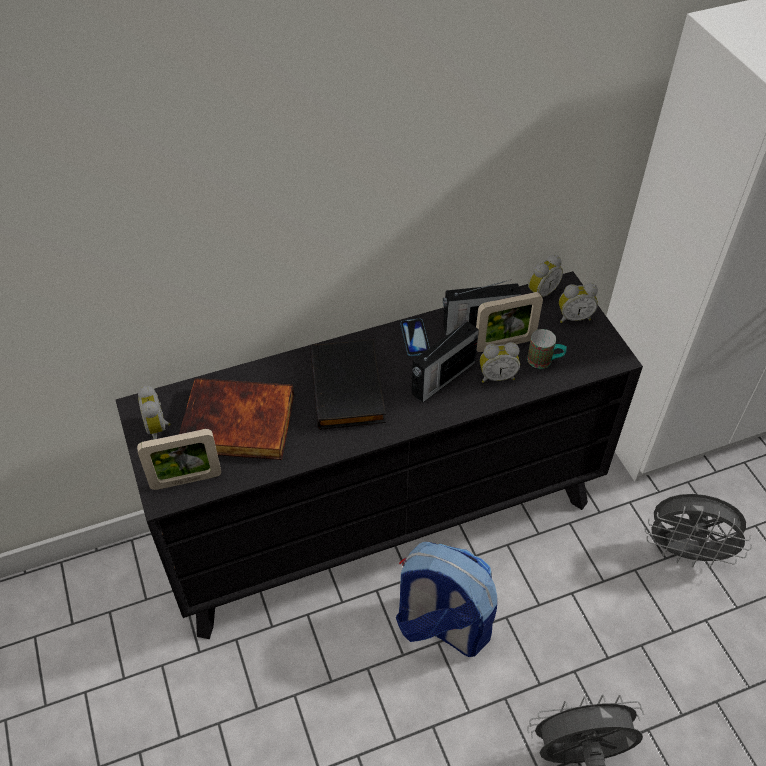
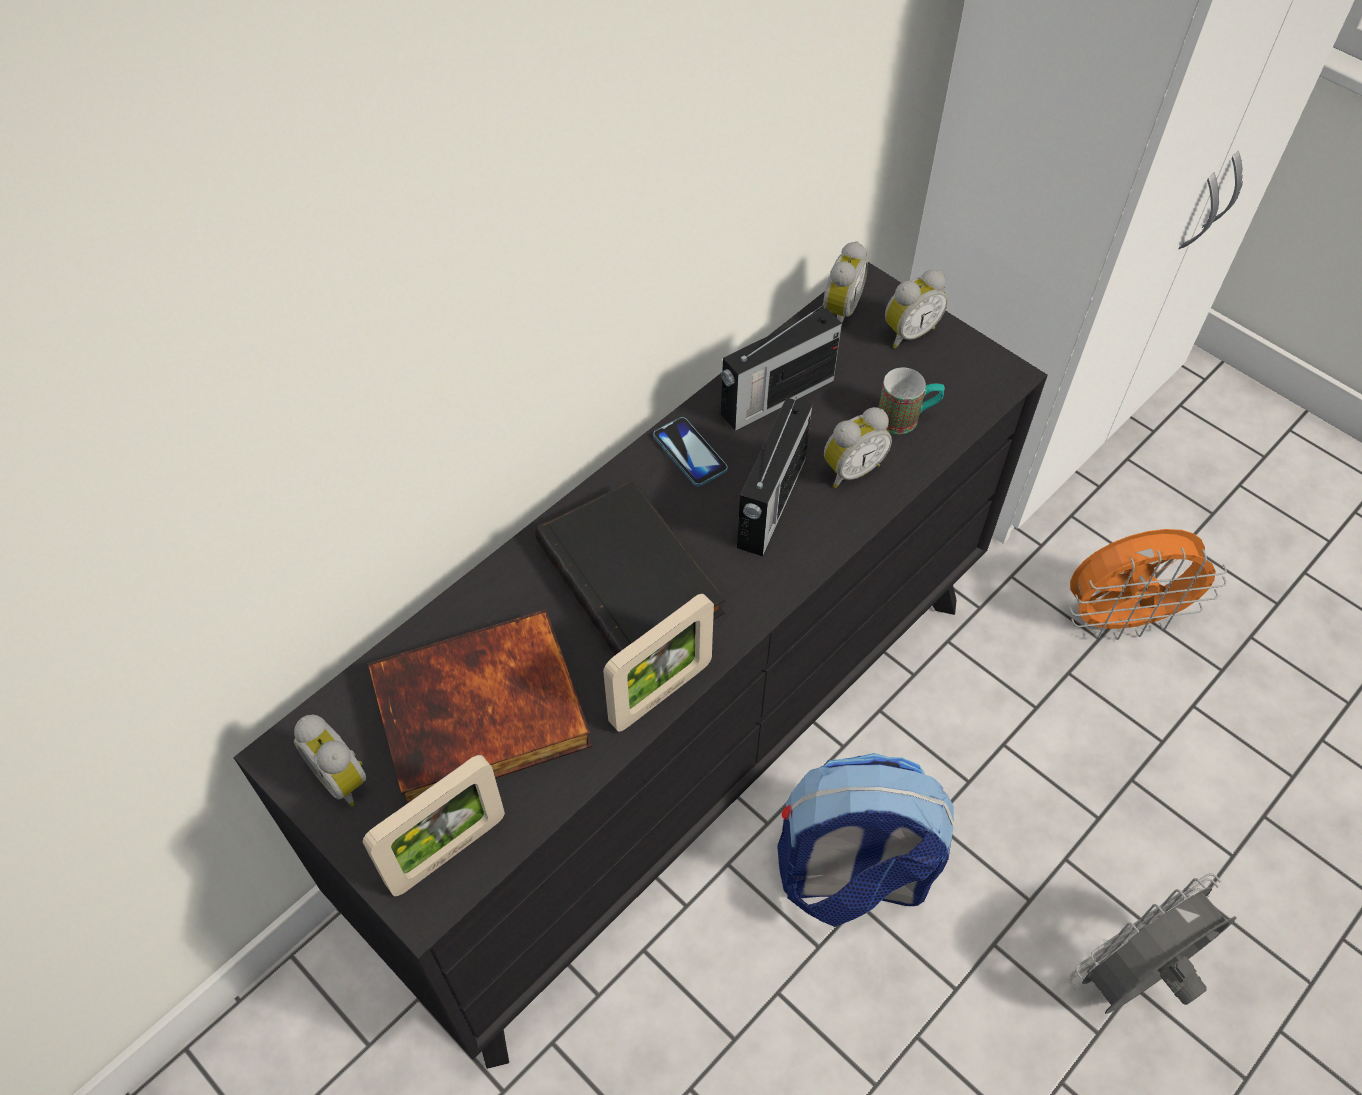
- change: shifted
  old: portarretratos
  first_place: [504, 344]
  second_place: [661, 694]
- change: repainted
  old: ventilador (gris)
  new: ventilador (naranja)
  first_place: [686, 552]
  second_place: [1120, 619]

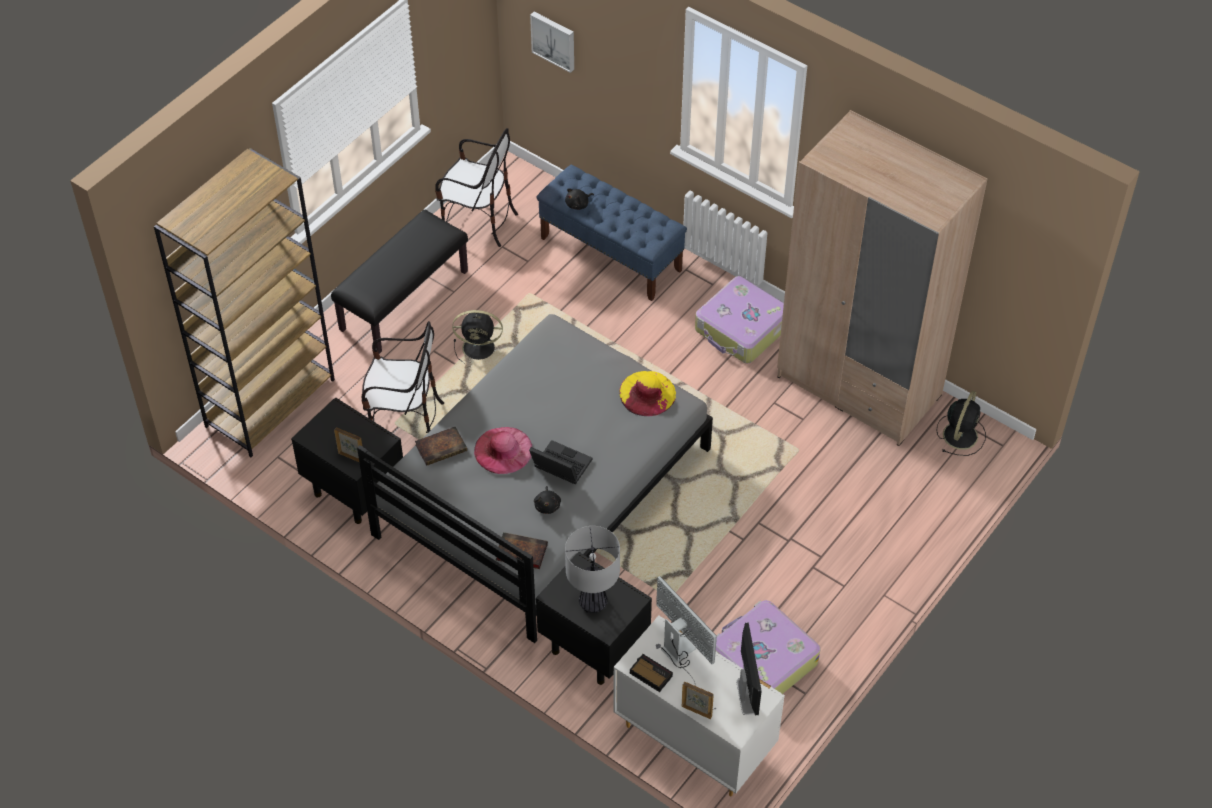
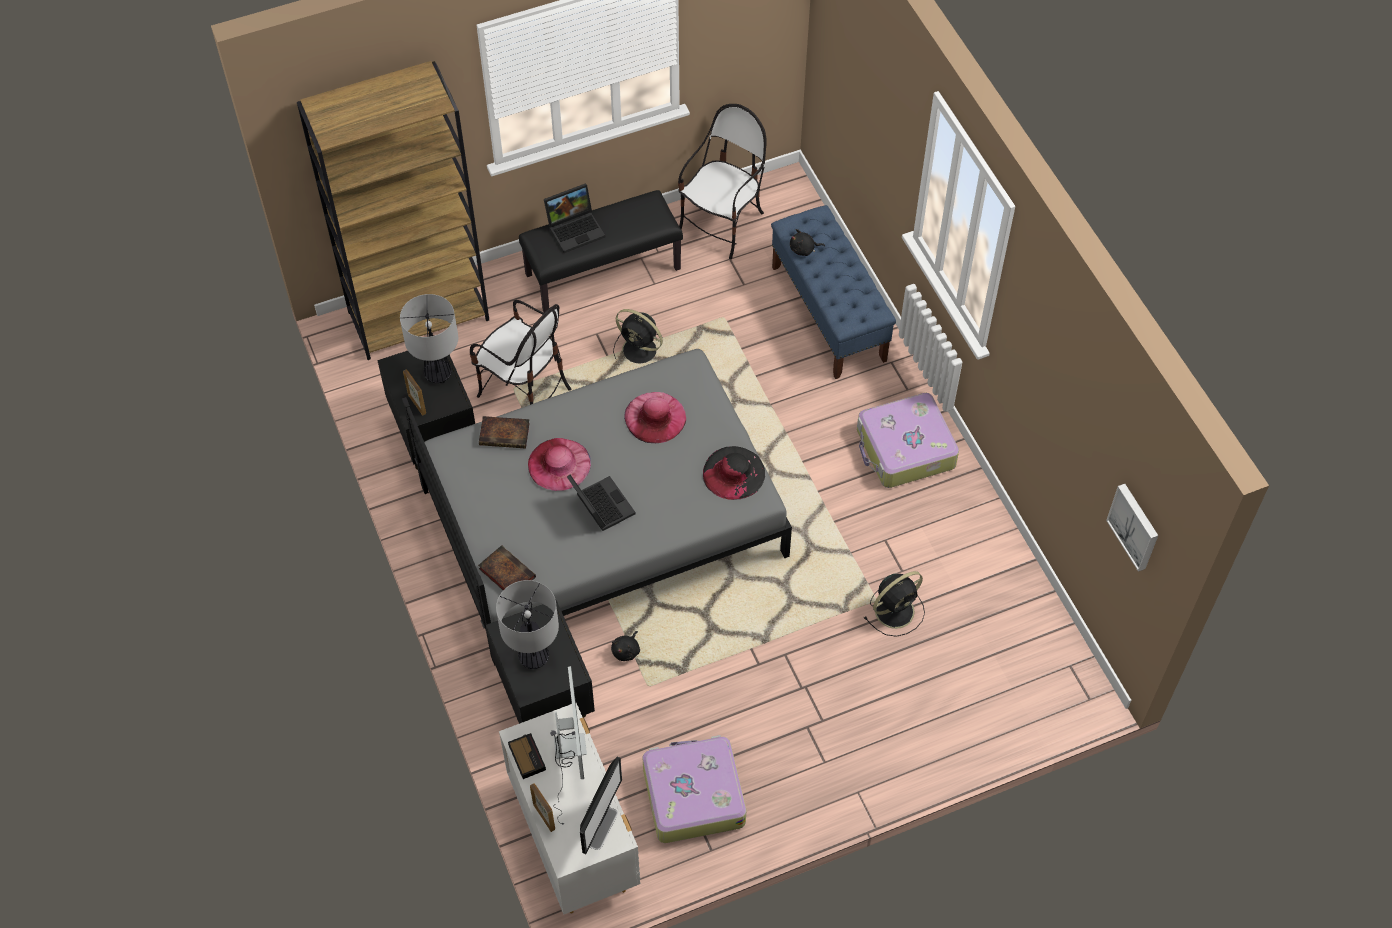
- change: gone
  old: armario ropero (beis)
  first_place: [859, 386]
- change: new
  new: lámpara de mesa
  second_place: [438, 374]
- change: new
  new: portátil
  second_place: [576, 228]
- change: new
  new: sombrero (rosa)
  second_place: [655, 417]
- change: shifted
  old: cuadro
  first_place: [554, 40]
  second_place: [1135, 526]
- change: shifted
  old: peluche (negro)
  first_place: [547, 505]
  second_place: [626, 650]
- change: shifted
  old: ventilador (negro)
  first_place: [960, 434]
  second_place: [896, 610]
- change: repainted
  old: sombrero (amarillo)
  new: sombrero (negro)
  first_place: [647, 393]
  second_place: [733, 473]
- change: rotated
  old: silla
  first_place: [477, 222]
  second_place: [723, 224]
  degrees: -105

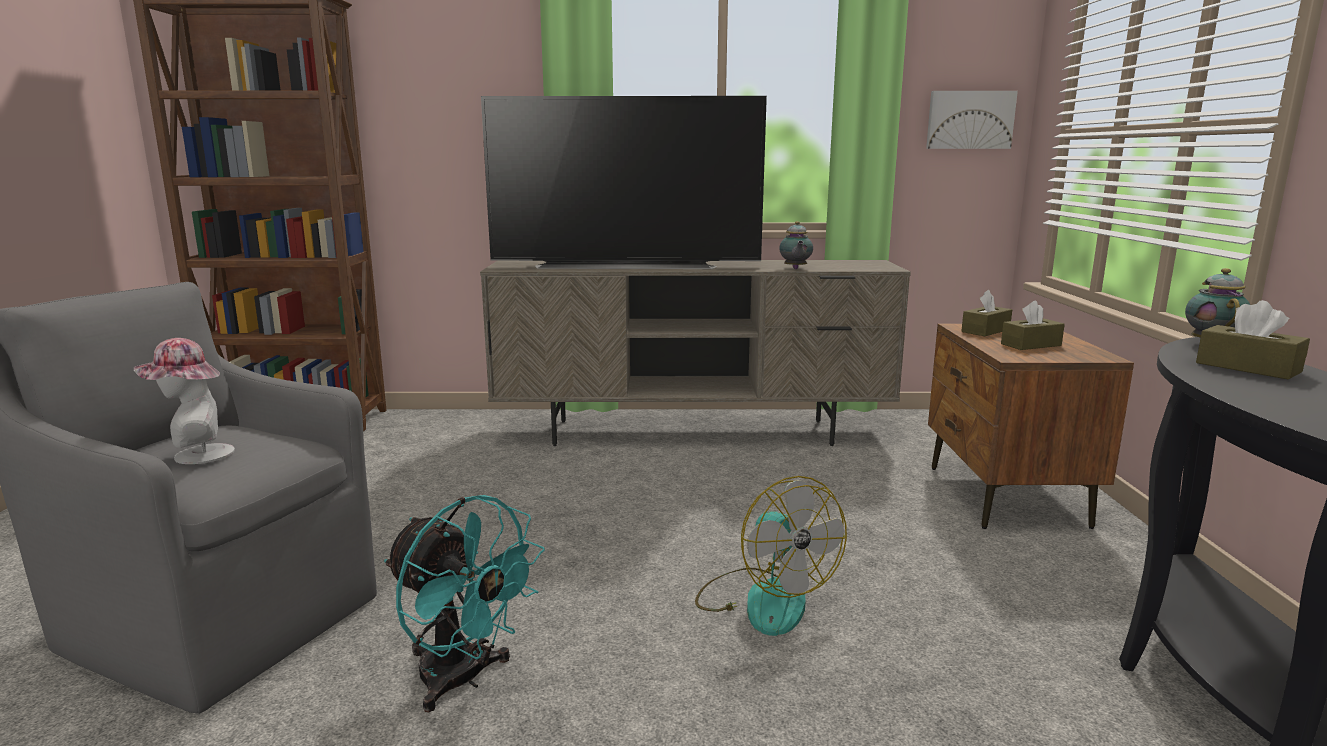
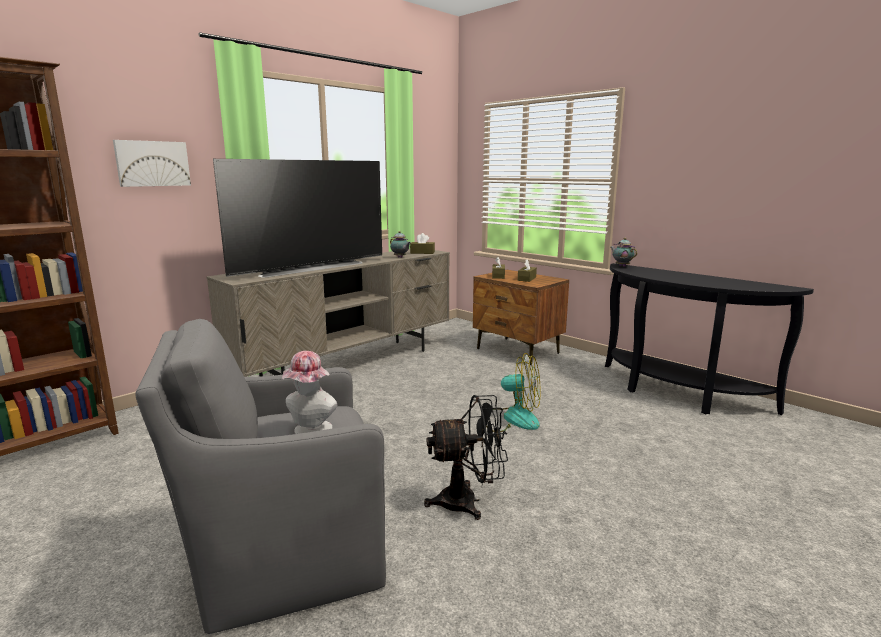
- change: shifted
  old: cuadro
  first_place: [969, 120]
  second_place: [152, 163]
- change: shifted
  old: caja de pañuelos (marrón)
  first_place: [1247, 367]
  second_place: [422, 252]
- change: repainted
  old: ventilador (turquesa)
  new: ventilador (negro)
  first_place: [463, 680]
  second_place: [468, 502]

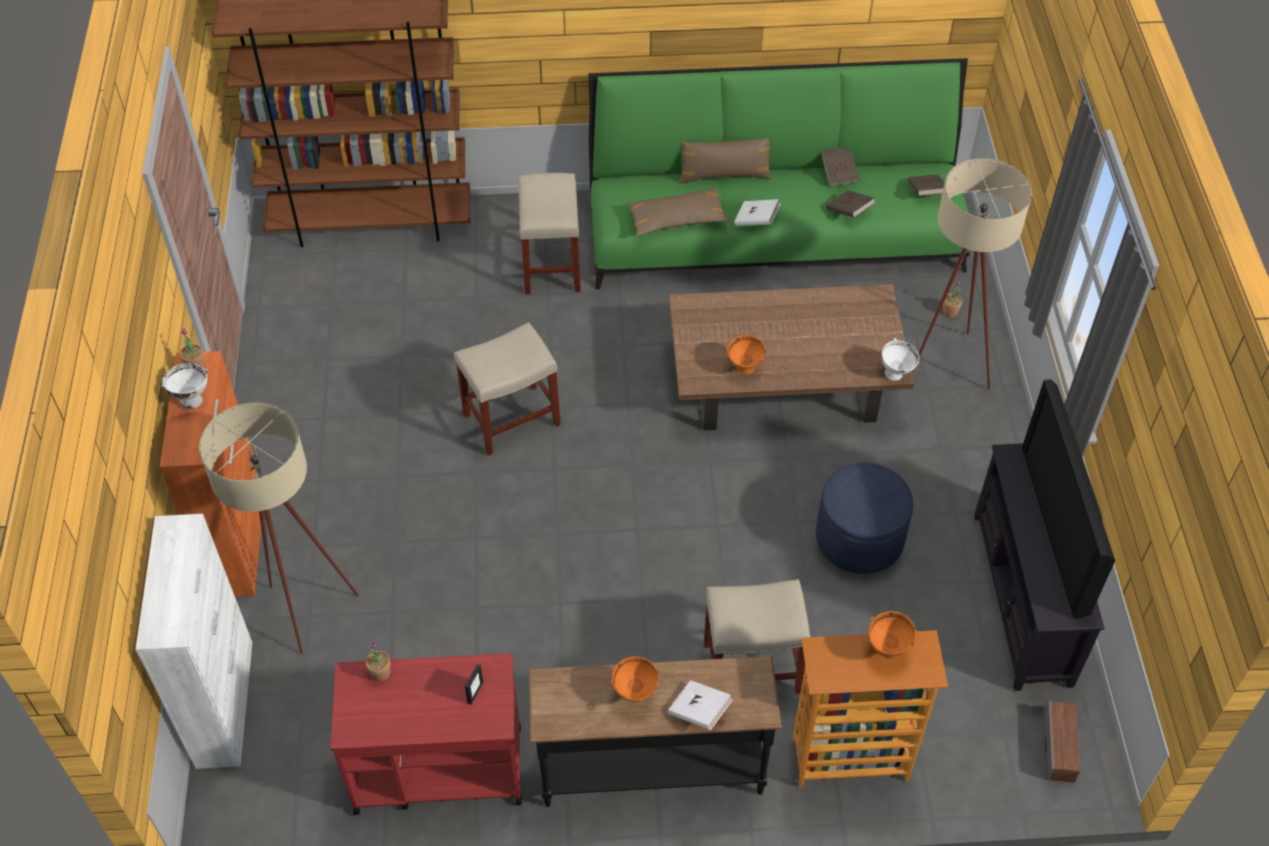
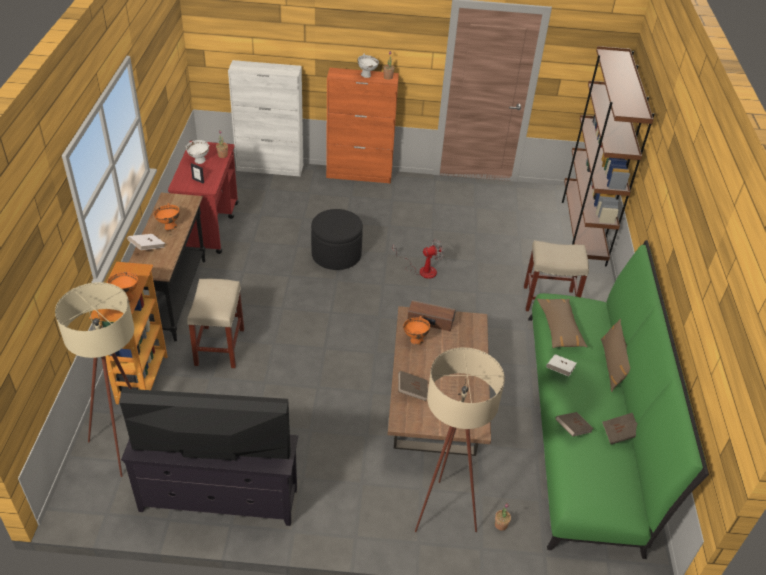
- change: gone
  old: puf (azul)
  first_place: [859, 538]
- change: new
  new: puf (negro)
  second_place: [336, 255]
- change: shifted
  old: lámpara de pie (beis)
  first_place: [302, 605]
  second_place: [127, 443]
- change: shifted
  old: cuenco (blanco)
  first_place: [896, 373]
  second_place: [199, 161]
- change: shifted
  old: libro (marrón)
  first_place: [926, 192]
  second_place: [412, 391]
- change: shifted
  old: altavoz
  first_place: [1059, 747]
  second_place: [430, 321]
- change: swapped
  old: taburete (beis)
  new: ventilador
  first_place: [510, 420]
  second_place: [422, 270]

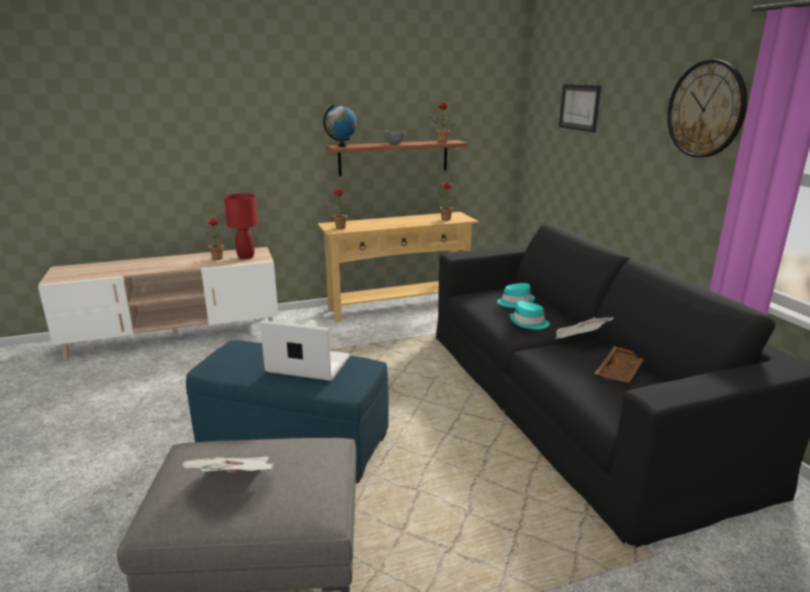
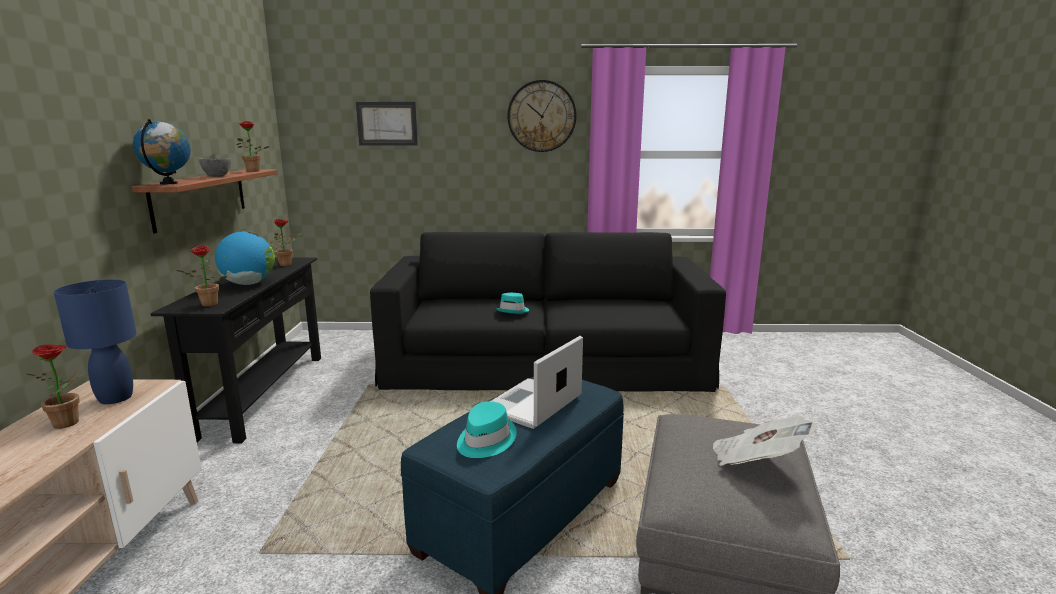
- change: gone
  old: periódico
  first_place: [580, 340]
- change: gone
  old: bandeja (marrón)
  first_place: [621, 372]
- change: new
  new: globo terráqueo
  second_place: [248, 284]
- change: shifted
  old: sombrero (turquesa)
  first_place: [516, 302]
  second_place: [485, 440]
- change: repainted
  old: lámpara de mesa (rojo)
  new: lámpara de mesa (azul)
  first_place: [246, 257]
  second_place: [115, 398]
- change: repainted
  old: mesa consola (beis)
  new: mesa consola (negro)
  first_place: [398, 306]
  second_place: [263, 394]

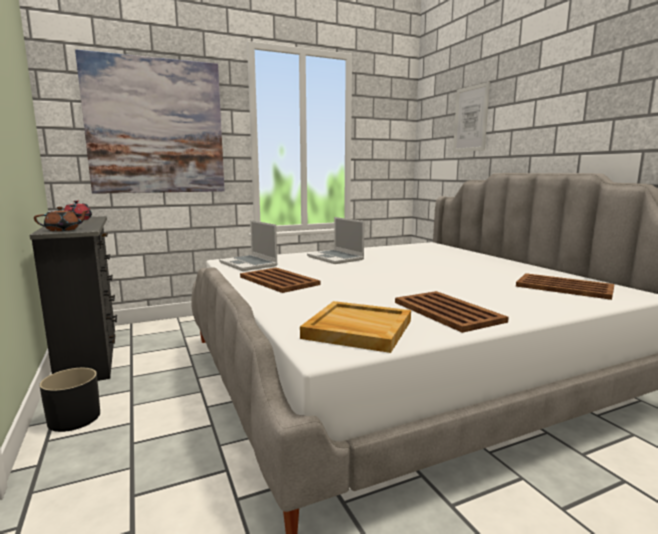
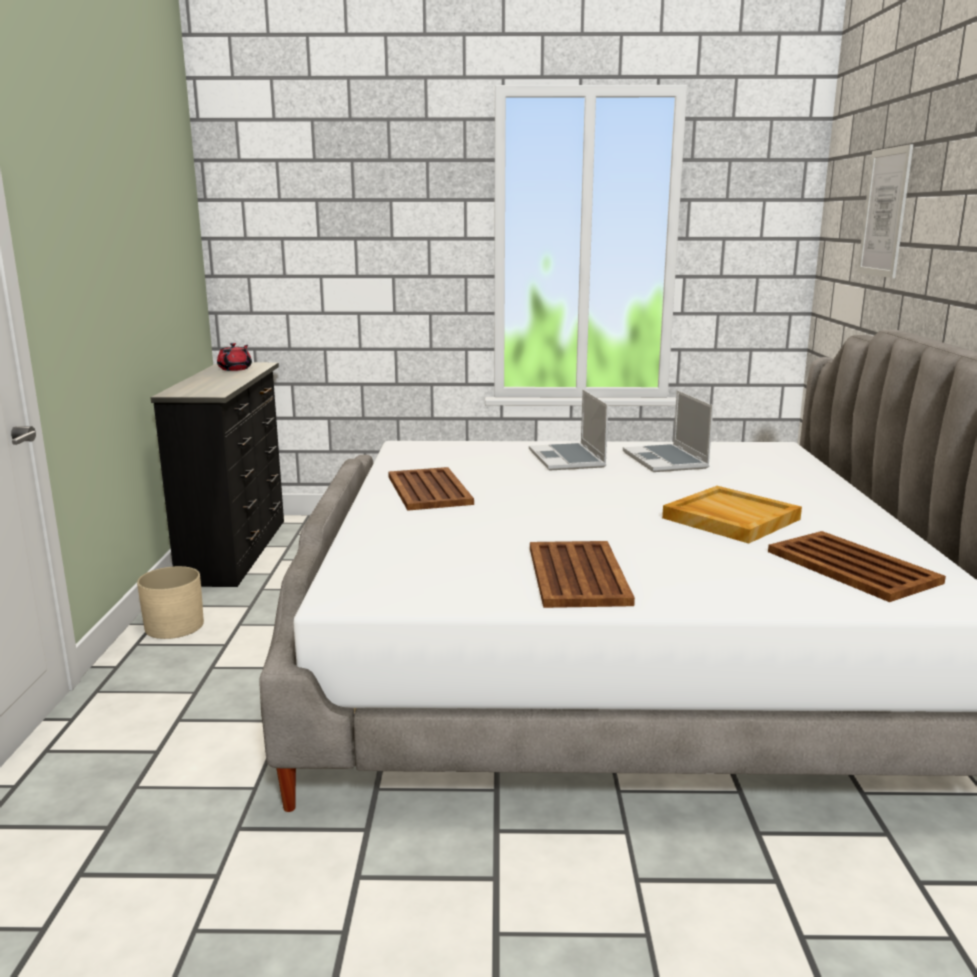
- change: gone
  old: tetera (marrón)
  first_place: [63, 230]
- change: gone
  old: cuadro
  first_place: [156, 127]
- change: shifted
  old: portátil
  first_place: [249, 264]
  second_place: [666, 460]
- change: shifted
  old: bandeja (beis)
  first_place: [357, 329]
  second_place: [729, 518]
- change: repainted
  old: maceta (negro)
  new: maceta (beis)
  first_place: [74, 418]
  second_place: [174, 626]

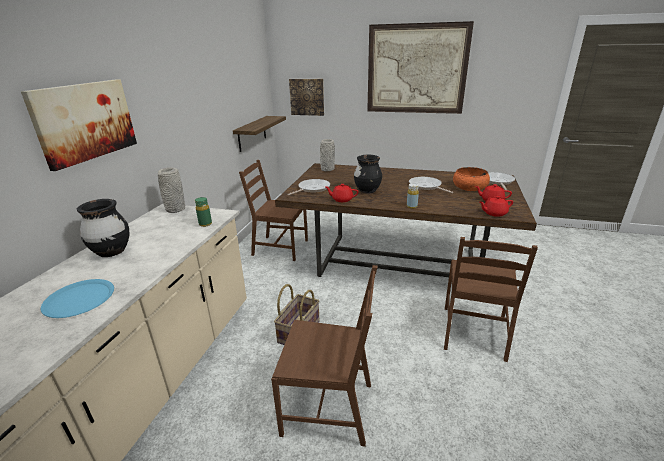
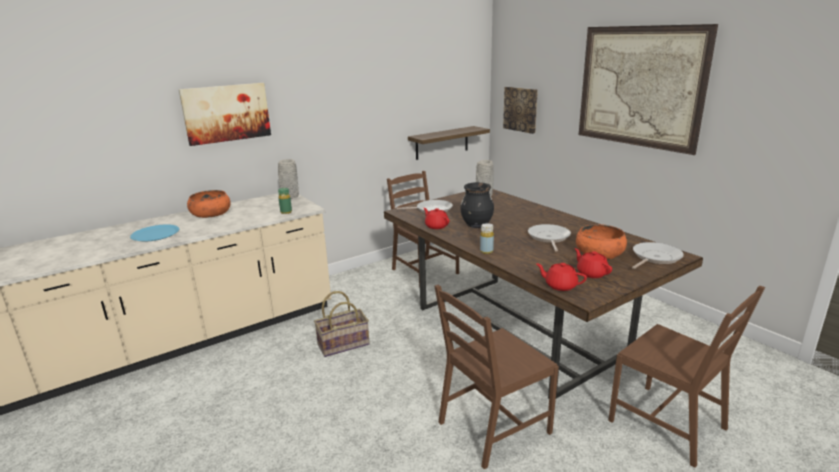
- change: shifted
  old: silla (marrón)
  first_place: [329, 407]
  second_place: [668, 424]
- change: swapped
  old: florero (negro)
  new: cuenco (naranja)
  first_place: [111, 252]
  second_place: [211, 213]

